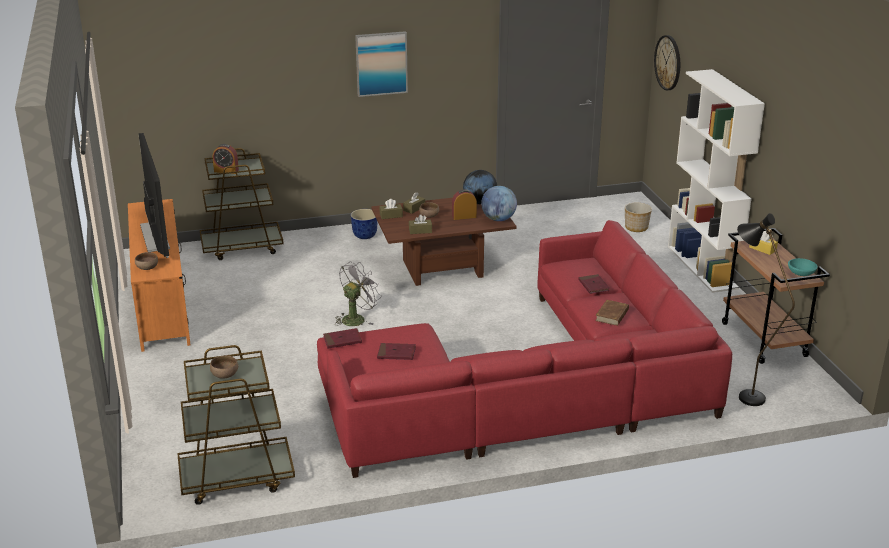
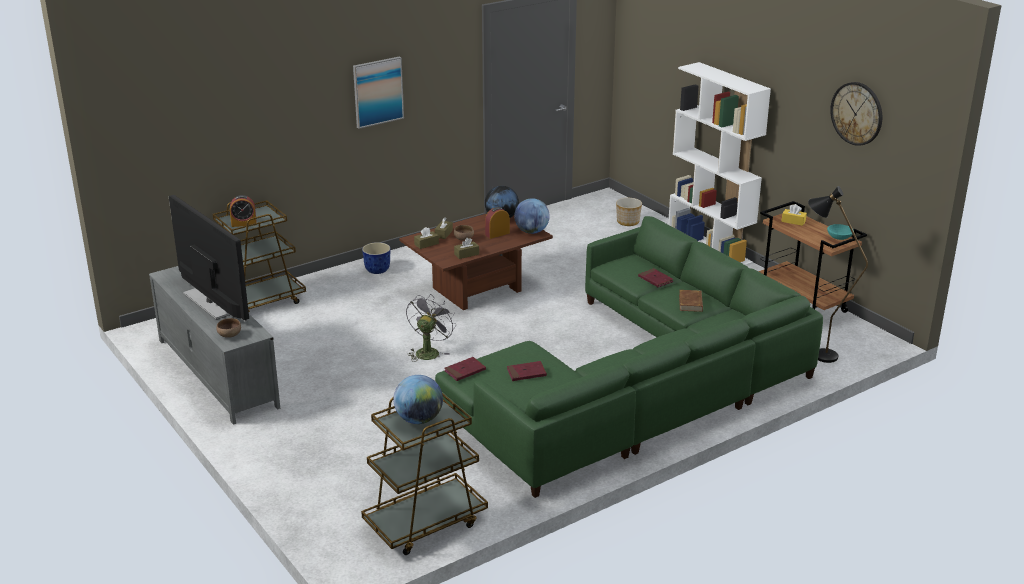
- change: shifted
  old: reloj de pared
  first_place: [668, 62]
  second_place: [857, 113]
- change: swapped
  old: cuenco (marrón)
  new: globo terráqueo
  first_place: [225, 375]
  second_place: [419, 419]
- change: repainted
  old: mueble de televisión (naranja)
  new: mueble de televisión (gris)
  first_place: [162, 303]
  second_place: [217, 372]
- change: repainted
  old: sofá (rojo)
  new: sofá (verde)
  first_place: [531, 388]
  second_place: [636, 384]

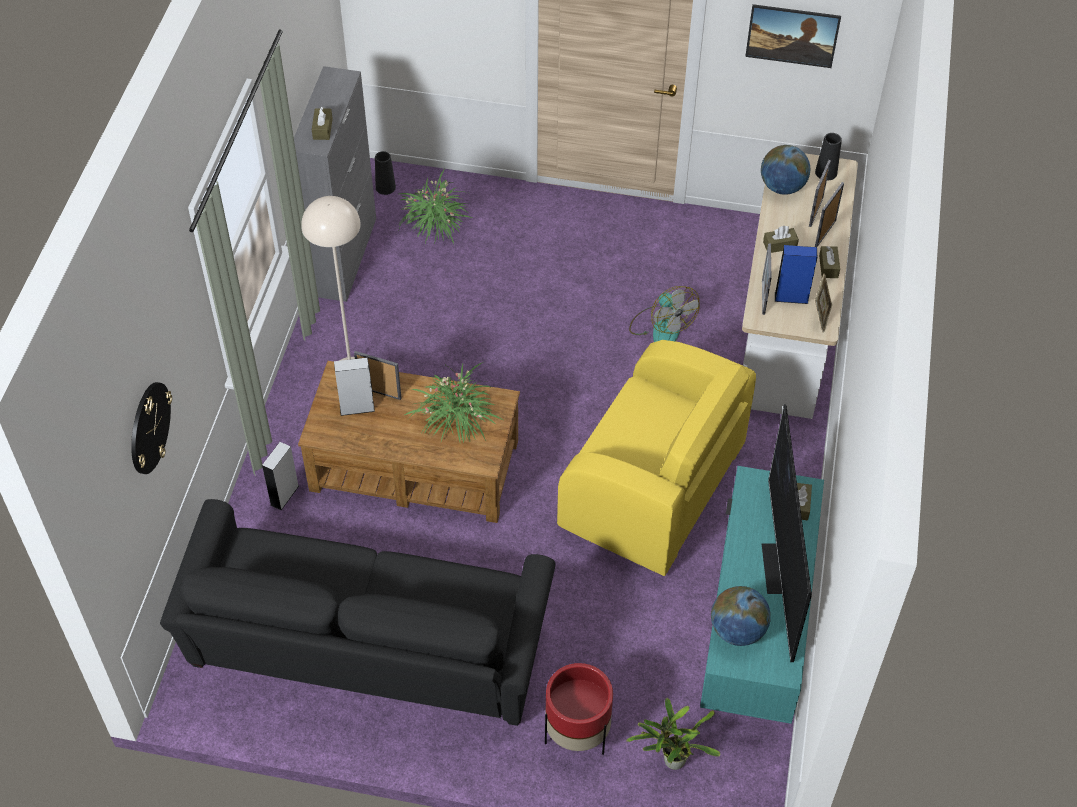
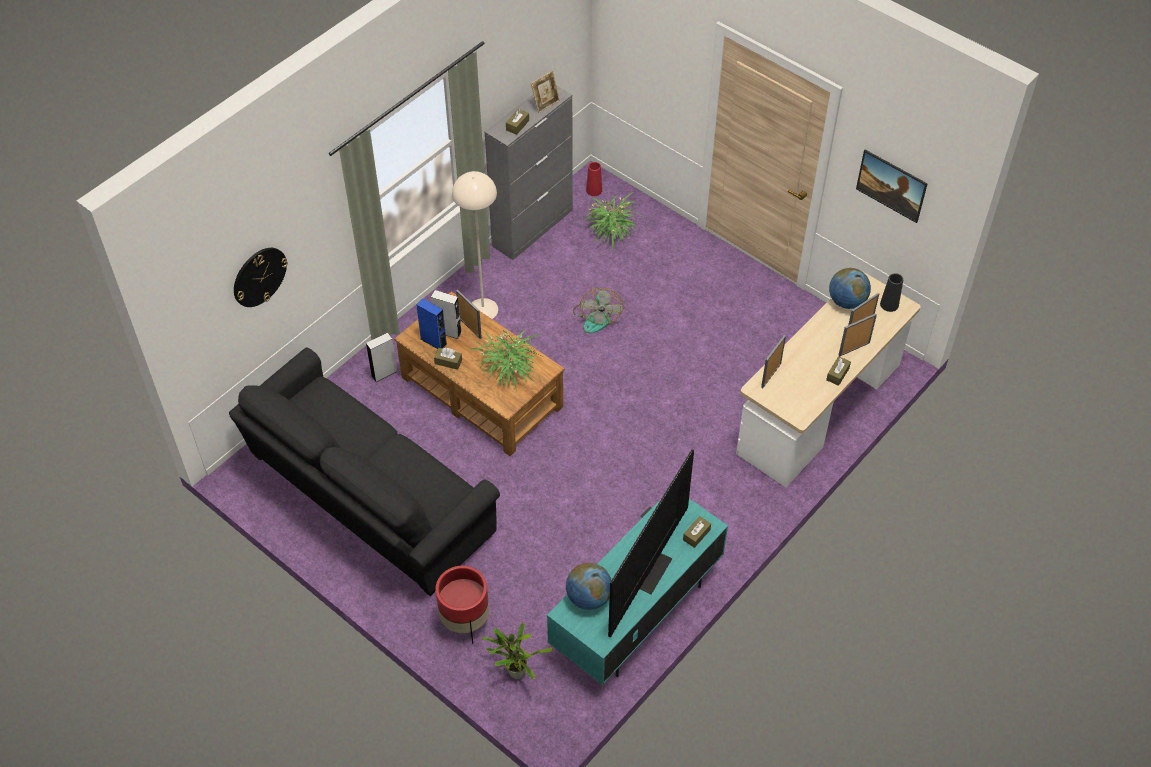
- change: gone
  old: sillón (amarillo)
  first_place: [653, 489]
- change: shifted
  old: ventilador
  first_place: [661, 327]
  second_place: [596, 317]
- change: shifted
  old: caja de pañuelos (marrón)
  first_place: [780, 245]
  second_place: [448, 362]
- change: shifted
  old: altavoz (azul)
  first_place: [791, 297]
  second_place: [433, 341]
- change: shifted
  old: portarretratos
  first_place: [820, 317]
  second_place: [545, 104]
- change: repainted
  old: florero (negro)
  new: florero (rojo)
  first_place: [385, 187]
  second_place: [594, 190]

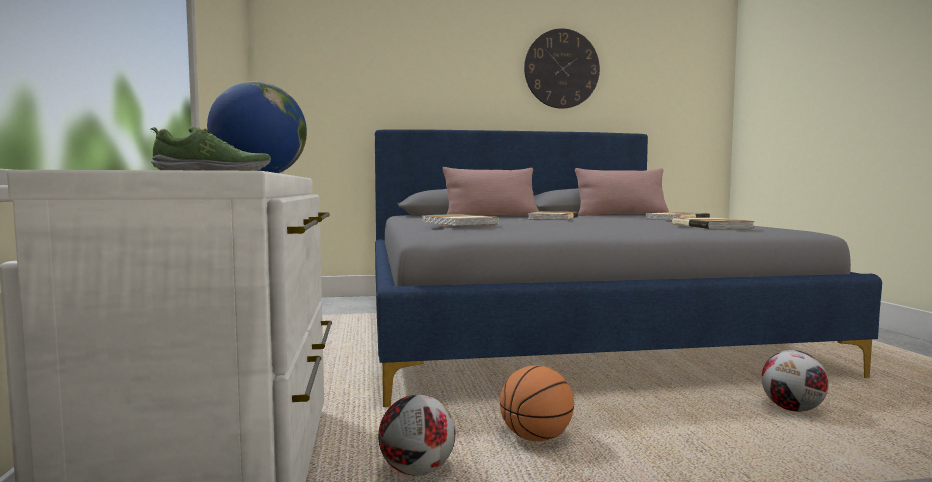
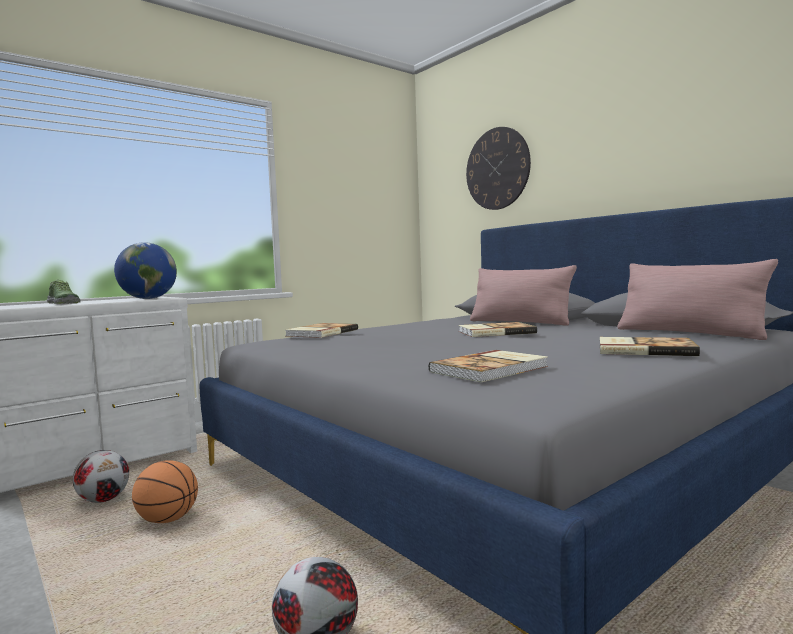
- change: shifted
  old: reloj de pared
  first_place: [561, 69]
  second_place: [497, 169]

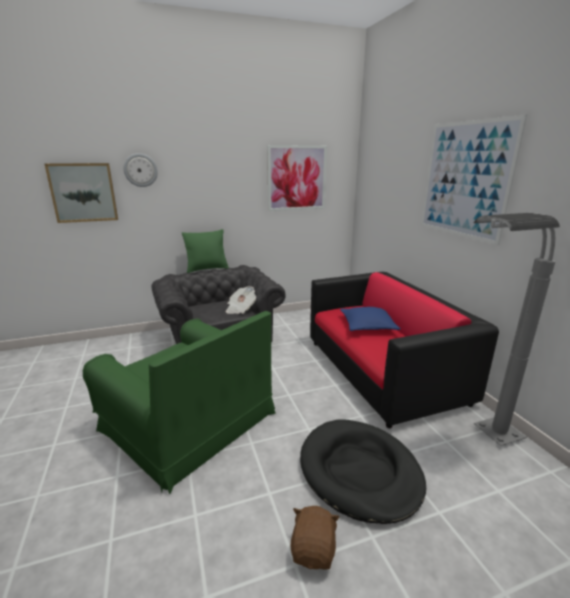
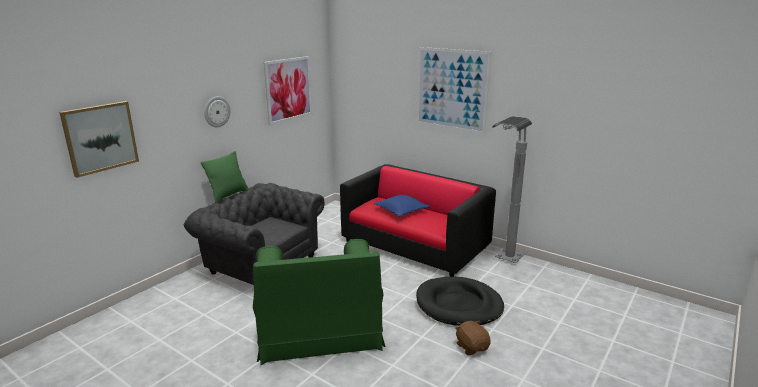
- change: gone
  old: periódico
  first_place: [241, 309]
- change: shifted
  old: reloj de pared
  first_place: [140, 170]
  second_place: [216, 111]
- change: rotated
  old: sillón (verde)
  first_place: [189, 421]
  second_place: [318, 325]
  degrees: 75

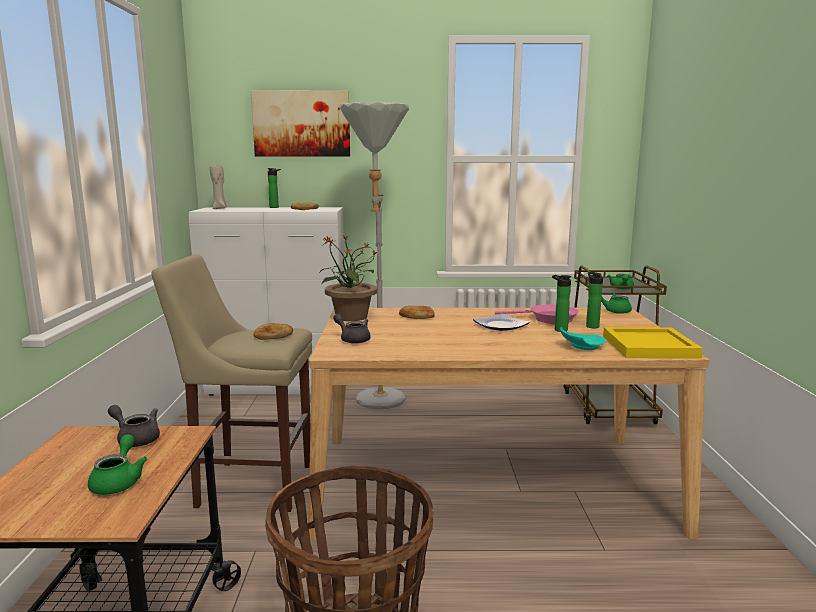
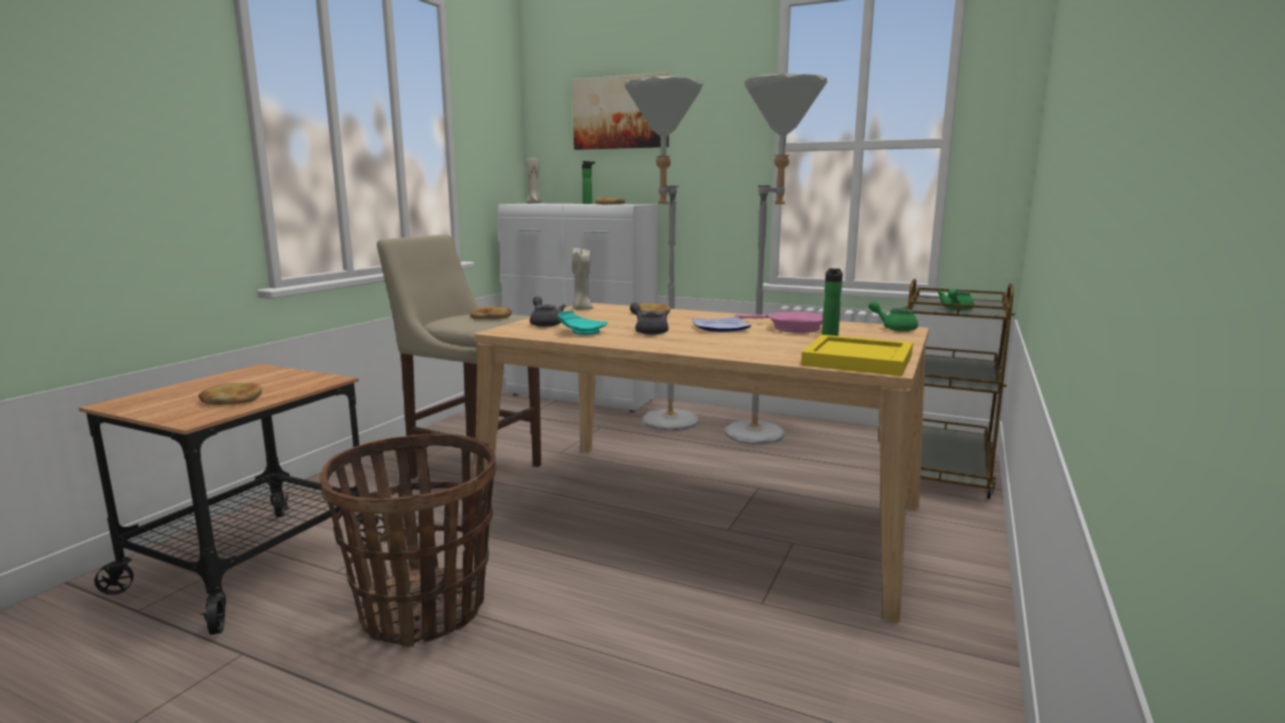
- change: gone
  old: botella
  first_place: [559, 330]
- change: new
  new: lámpara de pie (gris)
  second_place: [765, 433]
- change: shifted
  old: tetera (gris)
  first_place: [136, 438]
  second_place: [649, 331]
- change: shifted
  old: plato (turquesa)
  first_place: [581, 347]
  second_place: [582, 332]
- change: swapped
  old: tetera (verde)
  new: pan
  first_place: [119, 481]
  second_place: [232, 399]
- change: swapped
  old: planta en maceta
  new: vela (beis)
  first_place: [350, 317]
  second_place: [581, 309]

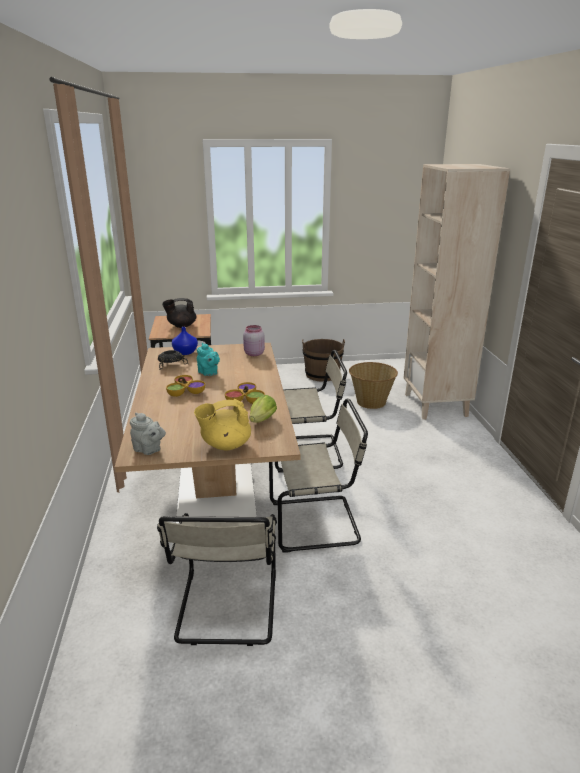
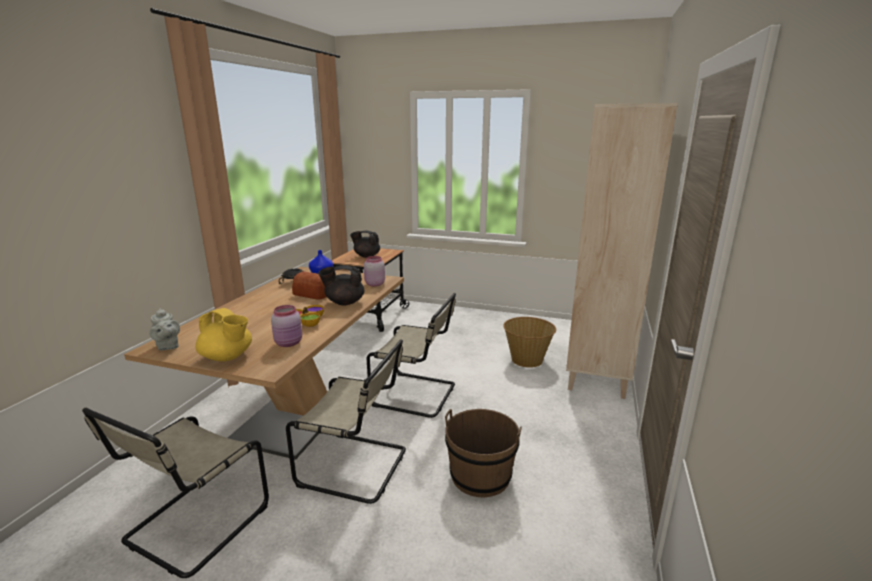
- change: gone
  old: cuenco
  first_place: [185, 391]
- change: new
  new: tetera (negro)
  second_place: [344, 302]
- change: shifted
  old: cubo (marrón)
  first_place: [322, 374]
  second_place: [480, 475]
- change: swapped
  old: tetera (turquesa)
  new: pan
  first_place: [208, 373]
  second_place: [313, 293]
- change: swapped
  old: lechuga
  new: tarro (rosa)
  first_place: [261, 421]
  second_place: [289, 343]
- change: rotated
  old: tetera (amarillo)
  first_place: [225, 445]
  second_place: [227, 357]
  degrees: -150

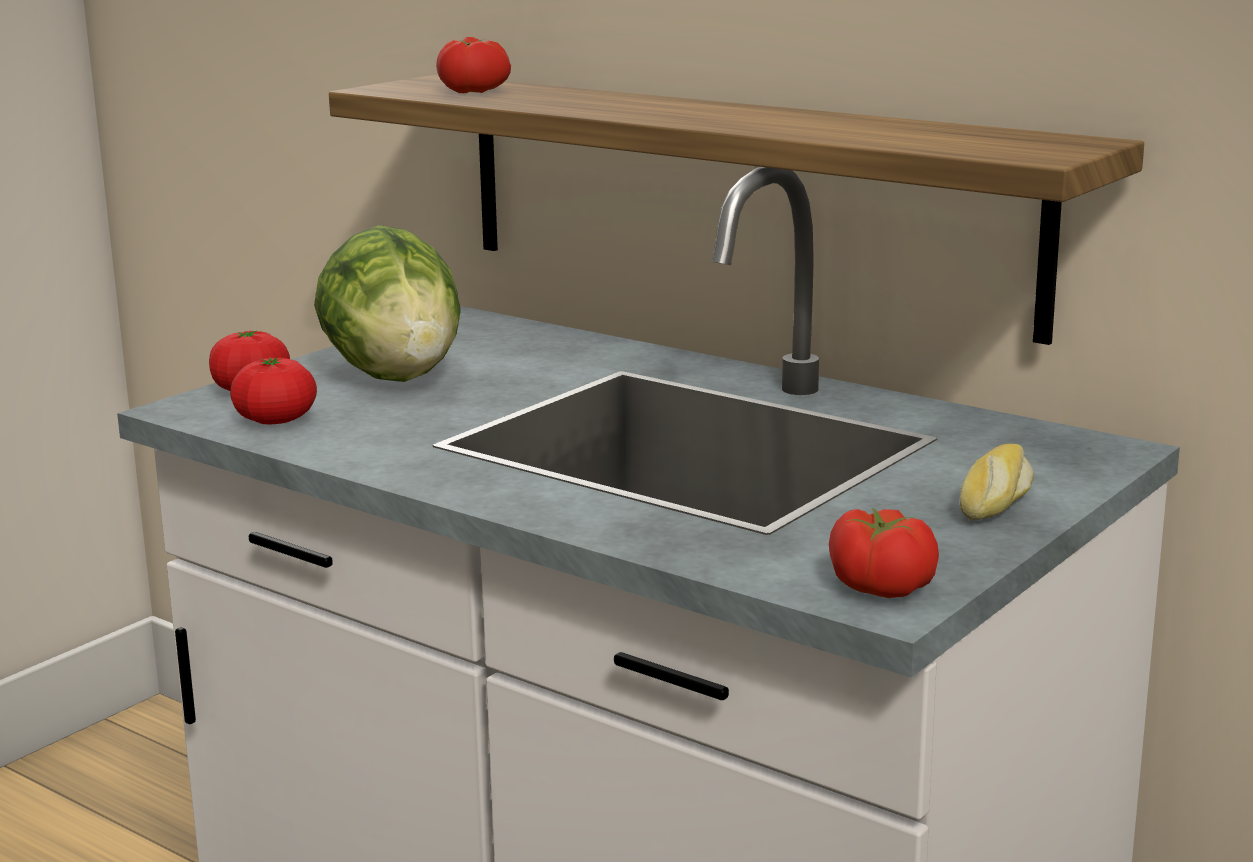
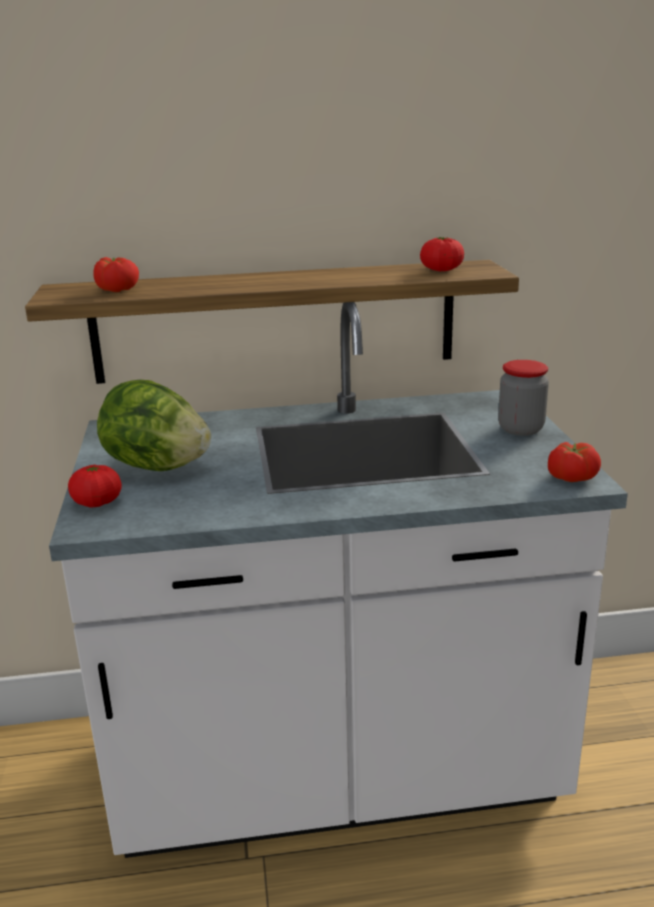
- change: shifted
  old: tomate
  first_place: [276, 420]
  second_place: [441, 270]
- change: swapped
  old: pan
  new: tarro
  first_place: [998, 499]
  second_place: [520, 429]

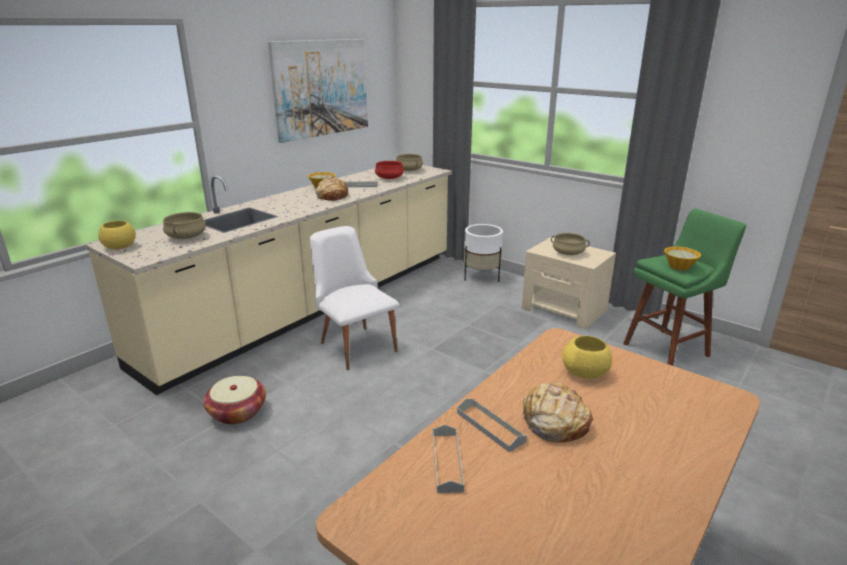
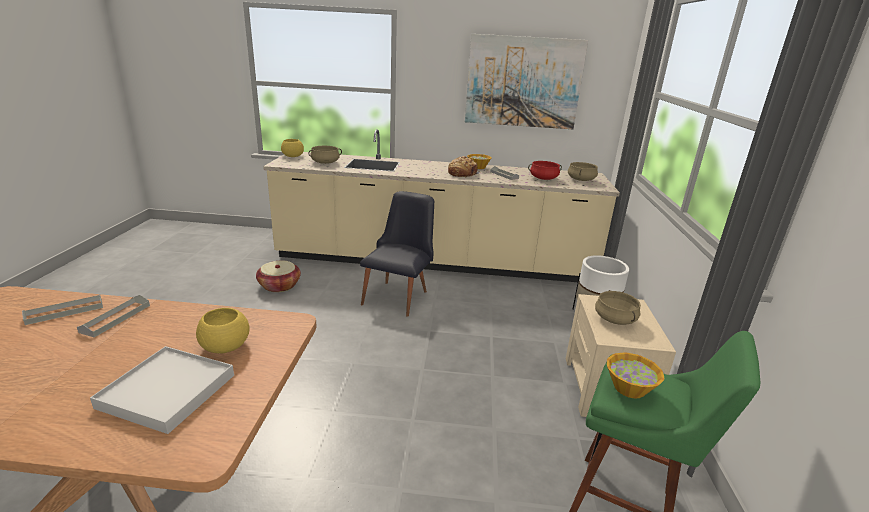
- change: gone
  old: pan
  first_place: [554, 422]
- change: new
  new: bandeja (blanco)
  second_place: [168, 391]
- change: repainted
  old: silla (blanco)
  new: silla (negro)
  first_place: [355, 343]
  second_place: [399, 295]

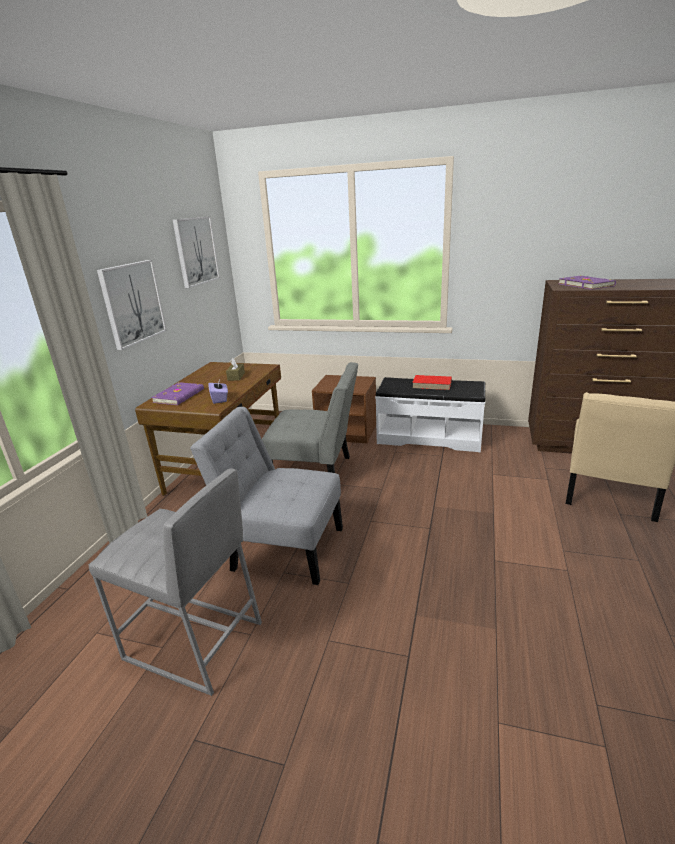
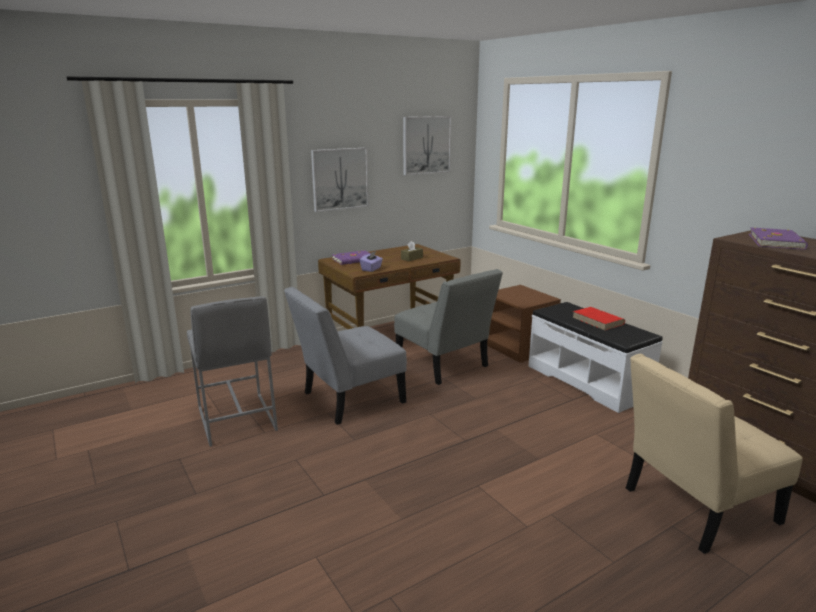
- change: rotated
  old: silla (gris)
  first_place: [282, 547]
  second_place: [348, 399]
  degrees: -90

